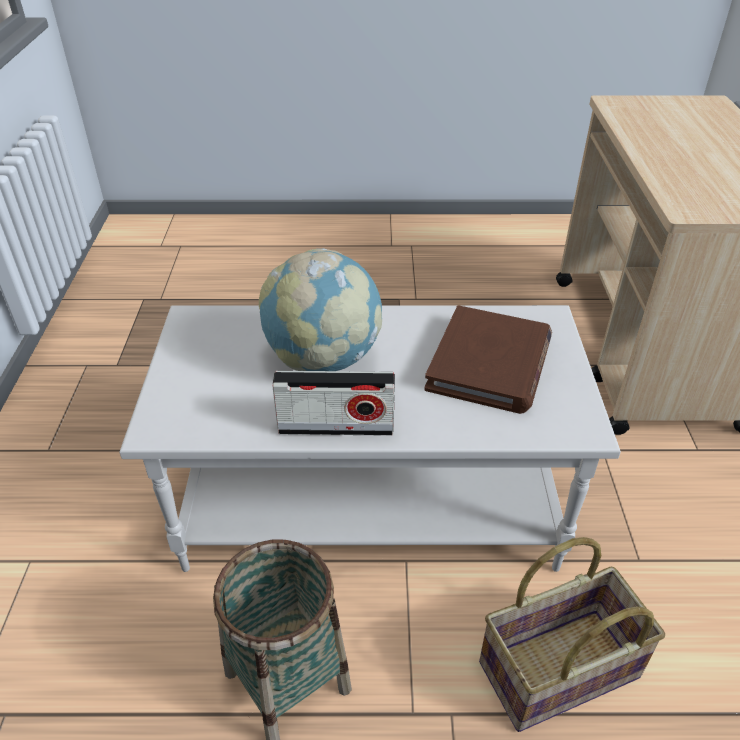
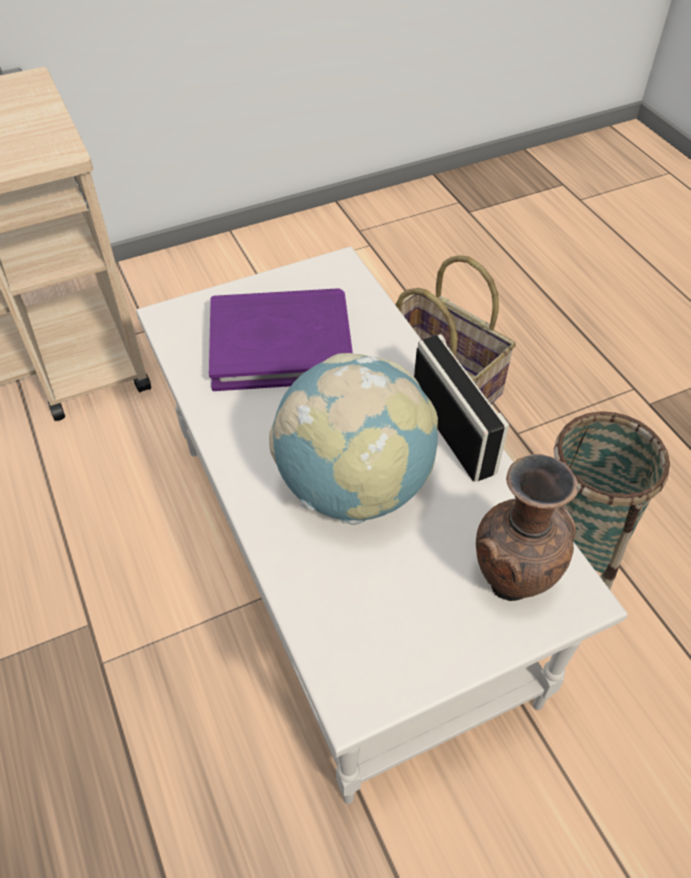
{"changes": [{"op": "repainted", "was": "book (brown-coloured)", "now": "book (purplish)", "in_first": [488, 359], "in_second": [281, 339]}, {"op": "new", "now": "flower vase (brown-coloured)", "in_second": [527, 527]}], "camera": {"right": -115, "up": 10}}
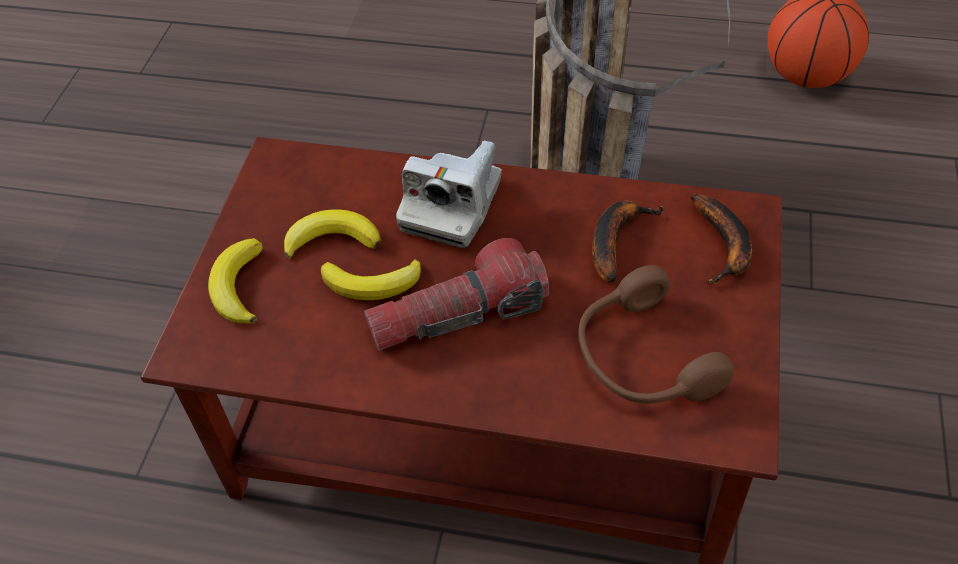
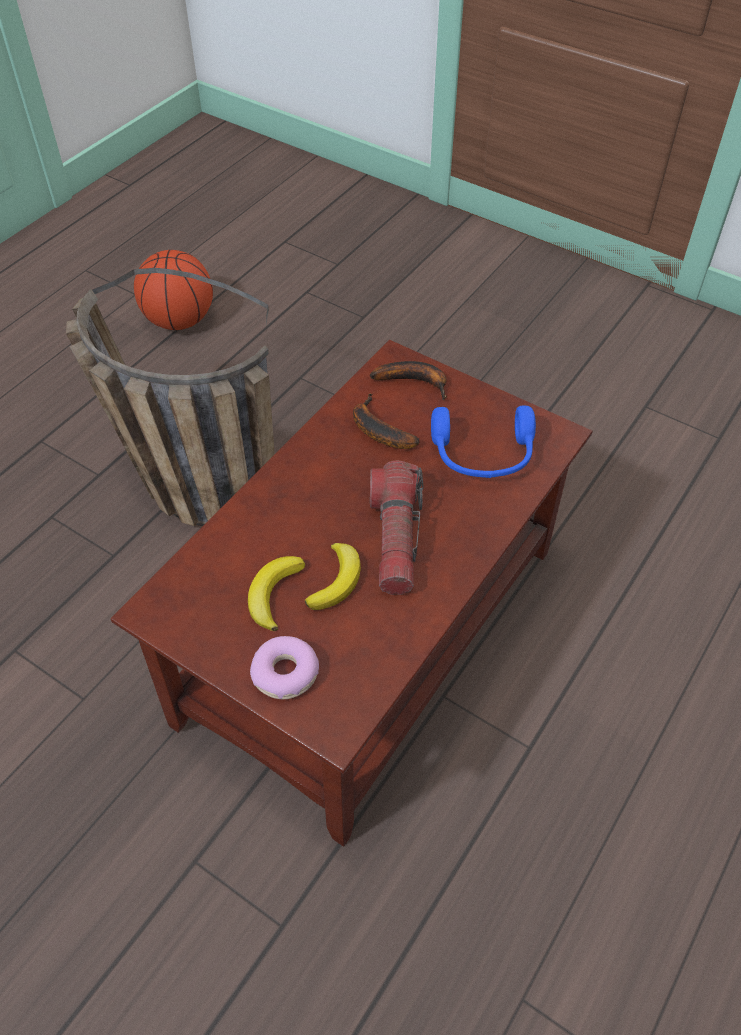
{"changes": [{"op": "swapped", "was": "banana fruit", "now": "doughnut", "in_first": [235, 281], "in_second": [284, 667]}, {"op": "repainted", "was": "headset (brown-coloured)", "now": "headset (blue-coloured)", "in_first": [656, 334], "in_second": [483, 442]}, {"op": "gone", "was": "still camera", "in_first": [449, 194]}], "camera": {"right": -70, "up": 0}}
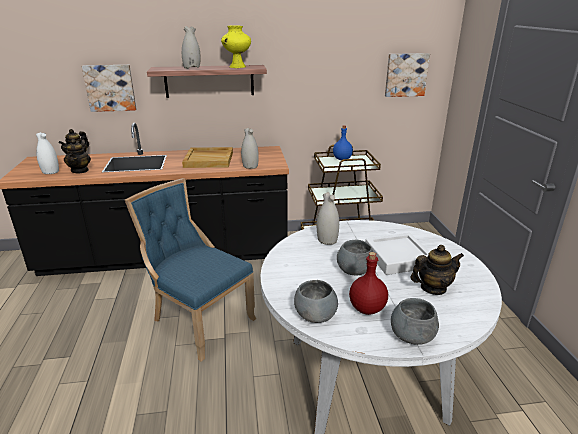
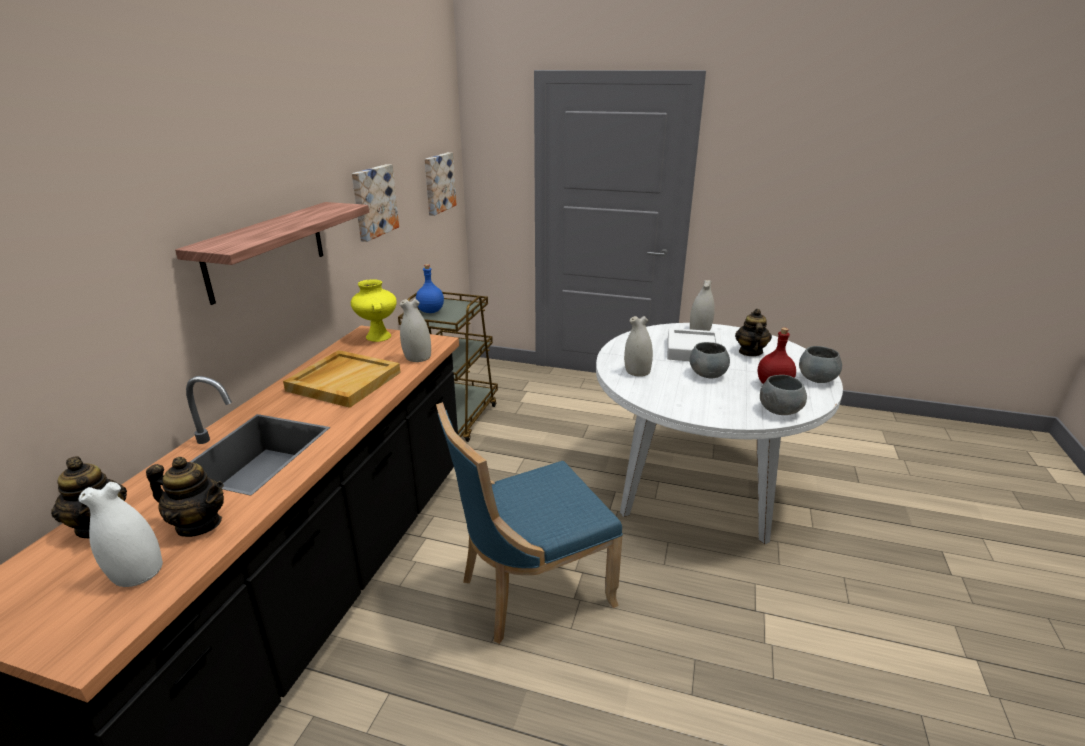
{"changes": [{"op": "shifted", "was": "flower vase (yellowish)", "in_first": [236, 47], "in_second": [374, 310]}, {"op": "shifted", "was": "picture", "in_first": [109, 88], "in_second": [375, 203]}, {"op": "shifted", "was": "flower vase (white-coloured)", "in_first": [191, 47], "in_second": [702, 305]}], "camera": {"right": -65, "up": 0}}
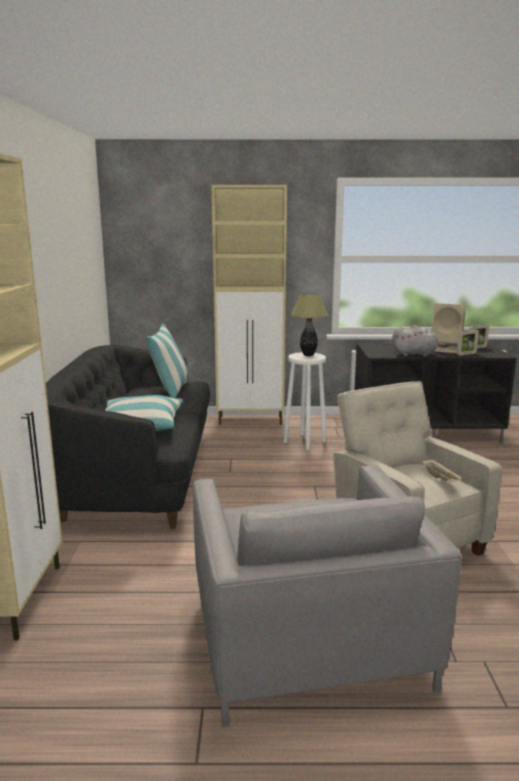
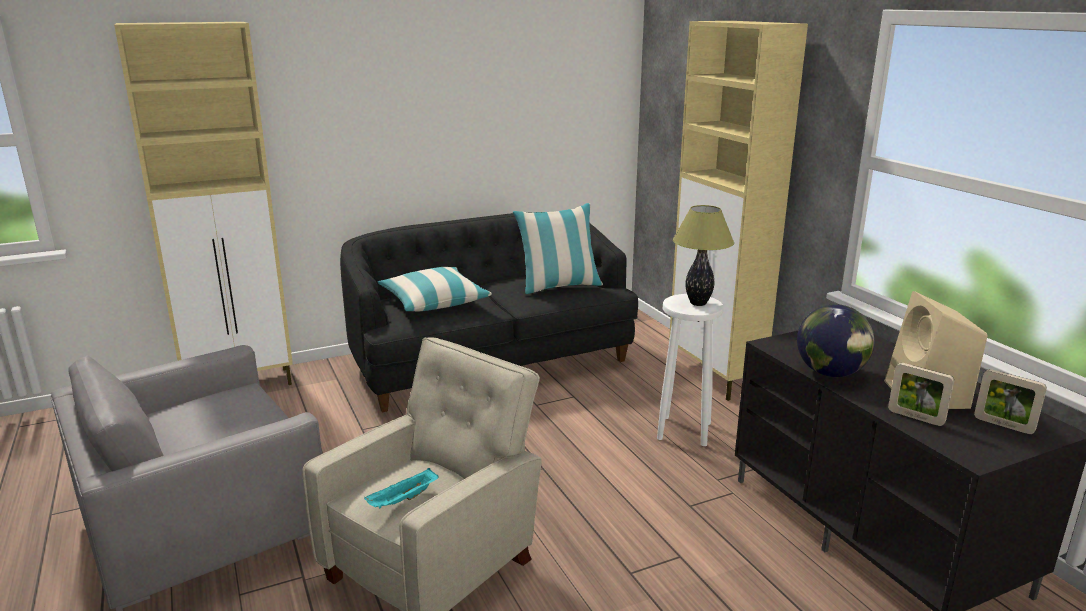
{"changes": [{"op": "repainted", "was": "carrying tray (beige)", "now": "carrying tray (blue-green)", "in_first": [442, 470], "in_second": [401, 488]}, {"op": "swapped", "was": "soft toy (grey)", "now": "world globe", "in_first": [420, 341], "in_second": [836, 340]}], "camera": {"right": 65, "up": 5}}
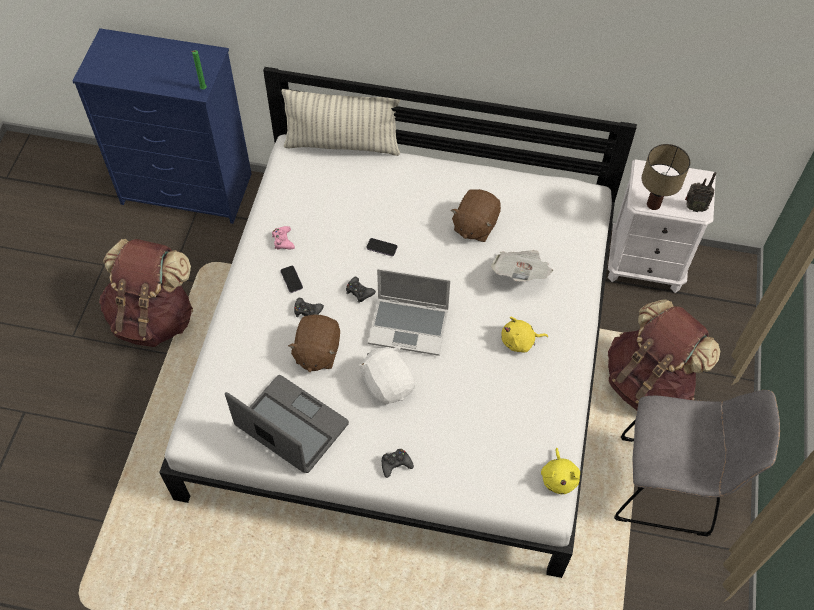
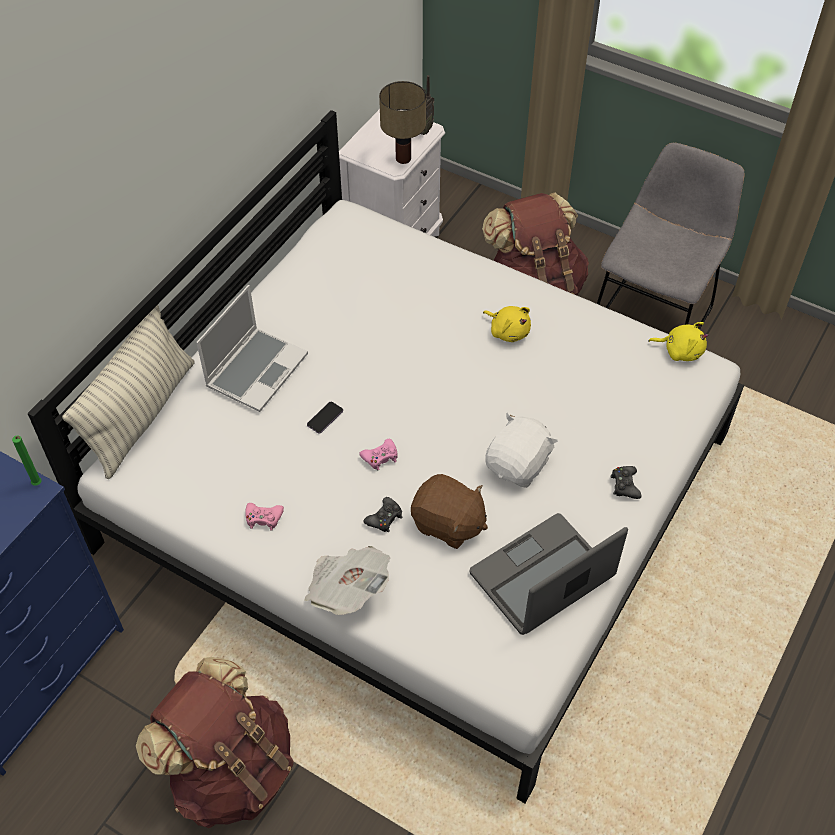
{"changes": [{"op": "shifted", "was": "notebook computer", "in_first": [409, 312], "in_second": [252, 348]}, {"op": "shifted", "was": "printed paper", "in_first": [522, 265], "in_second": [347, 580]}, {"op": "repainted", "was": "joypad (blackish)", "now": "joypad (pink)", "in_first": [361, 290], "in_second": [378, 455]}, {"op": "rotated", "was": "soft toy (yellowish)", "in_first": [524, 335], "in_second": [507, 324], "clockwise": -60}, {"op": "rotated", "was": "soft toy (white-coloured)", "in_first": [386, 375], "in_second": [521, 450], "clockwise": 135}, {"op": "gone", "was": "phone", "in_first": [291, 279]}, {"op": "gone", "was": "soft toy (brown-coloured)", "in_first": [476, 215]}], "camera": {"right": -70, "up": -5}}
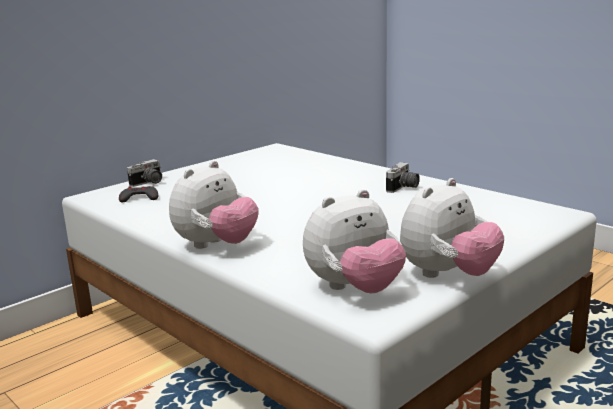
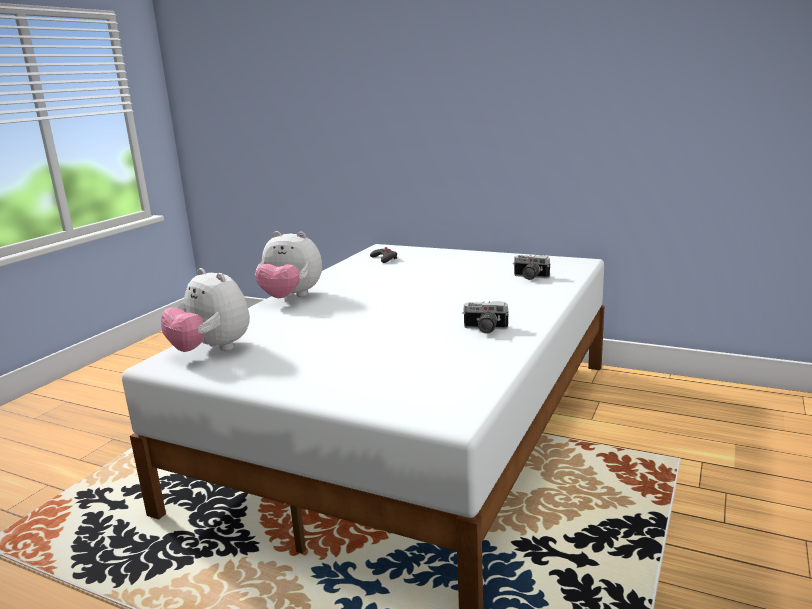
{"changes": [{"op": "shifted", "was": "still camera", "in_first": [144, 173], "in_second": [532, 267]}, {"op": "gone", "was": "soft toy", "in_first": [452, 228]}], "camera": {"right": 70, "up": 0}}
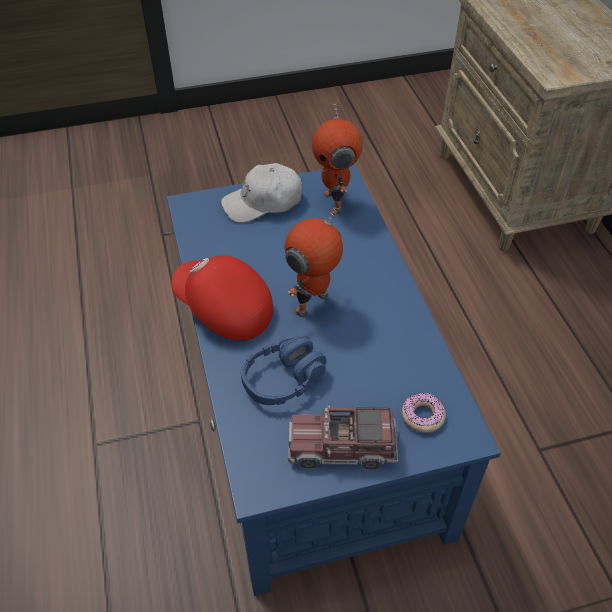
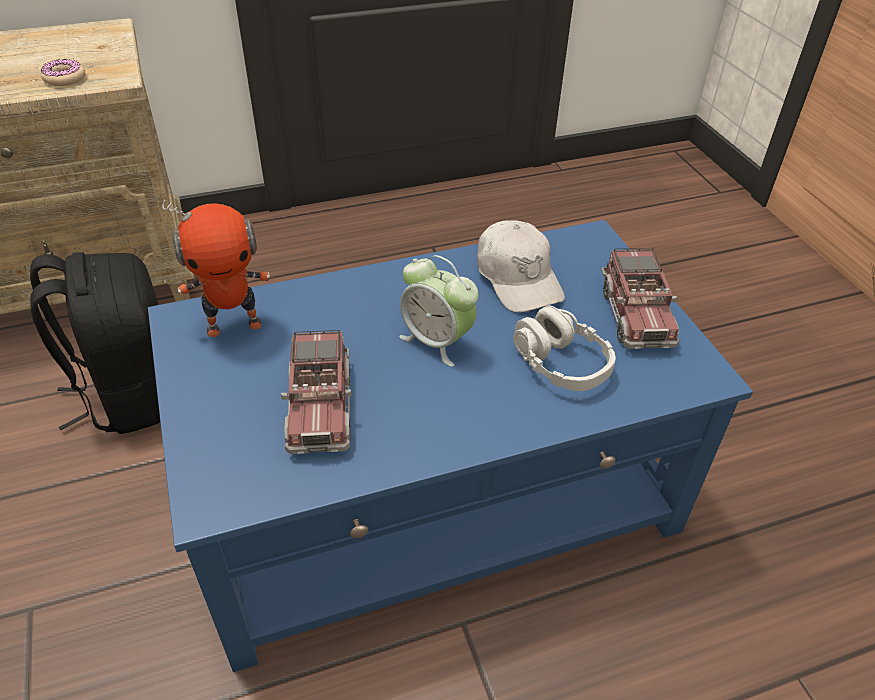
{"changes": [{"op": "new", "now": "backpack (blackish)", "in_second": [95, 343]}, {"op": "shifted", "was": "doughnut", "in_first": [424, 413], "in_second": [63, 72]}, {"op": "new", "now": "toy truck", "in_second": [316, 392]}, {"op": "swapped", "was": "toy robot", "now": "alarm clock", "in_first": [314, 262], "in_second": [439, 311]}, {"op": "shifted", "was": "peaked cap (white-coloured)", "in_first": [261, 193], "in_second": [521, 267]}, {"op": "repainted", "was": "headset (blue-coloured)", "now": "headset (grey)", "in_first": [284, 370], "in_second": [564, 348]}, {"op": "gone", "was": "peaked cap (red-coloured)", "in_first": [222, 298]}], "camera": {"right": -95, "up": -5}}
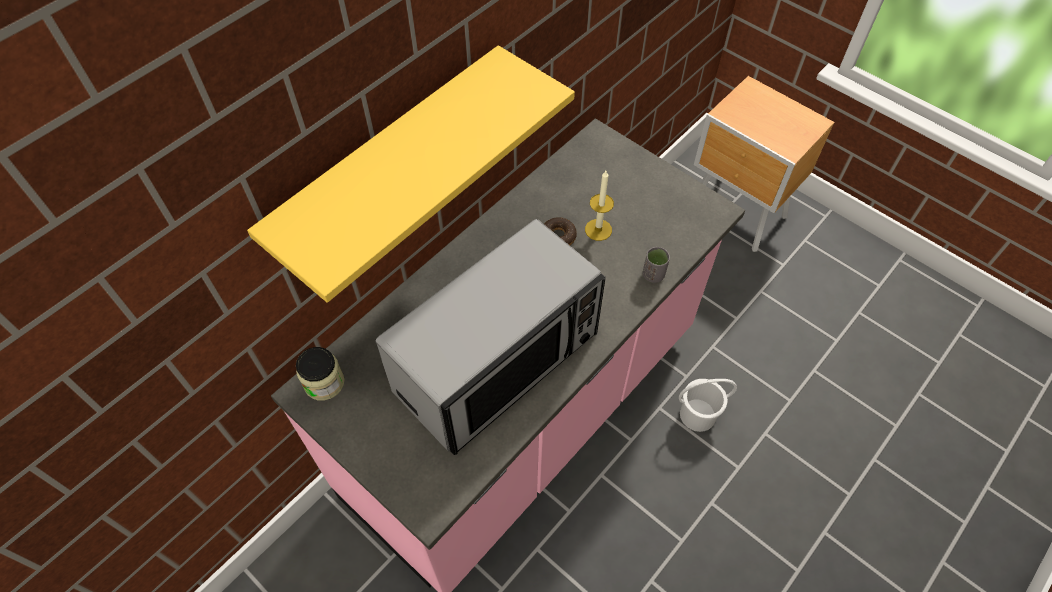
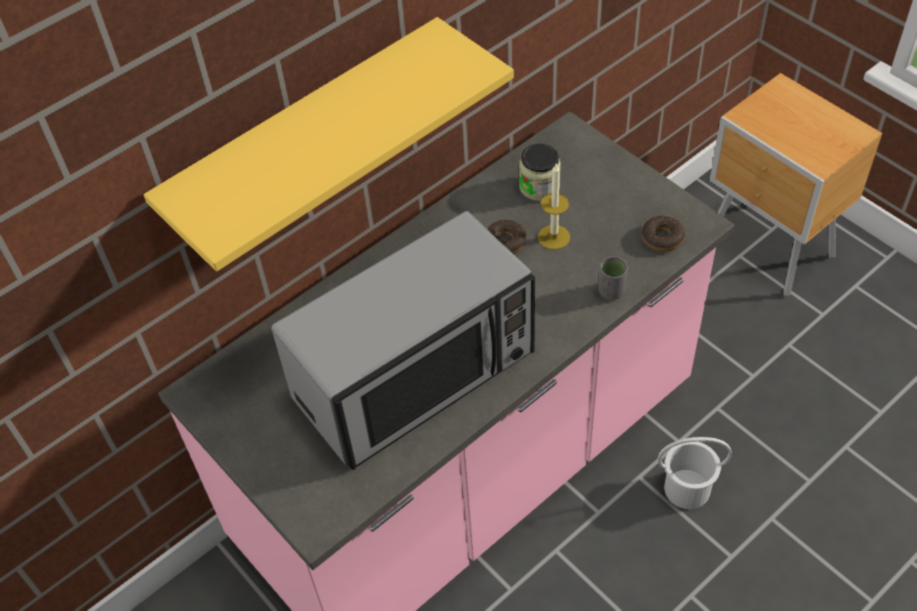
{"changes": [{"op": "shifted", "was": "storage jar", "in_first": [320, 374], "in_second": [540, 172]}, {"op": "new", "now": "doughnut", "in_second": [663, 234]}], "camera": {"right": 10, "up": -5}}
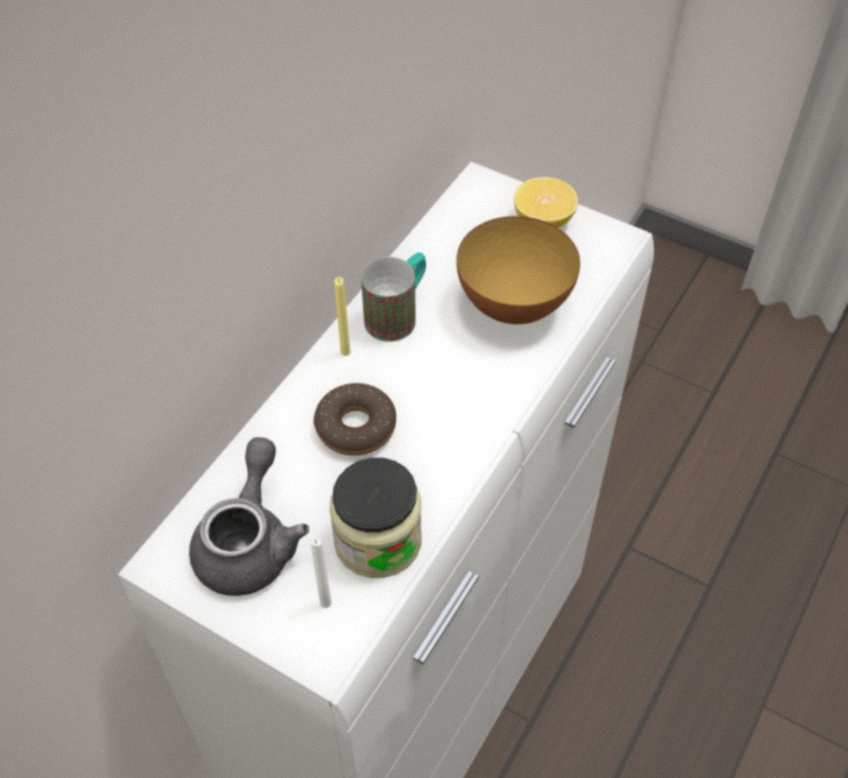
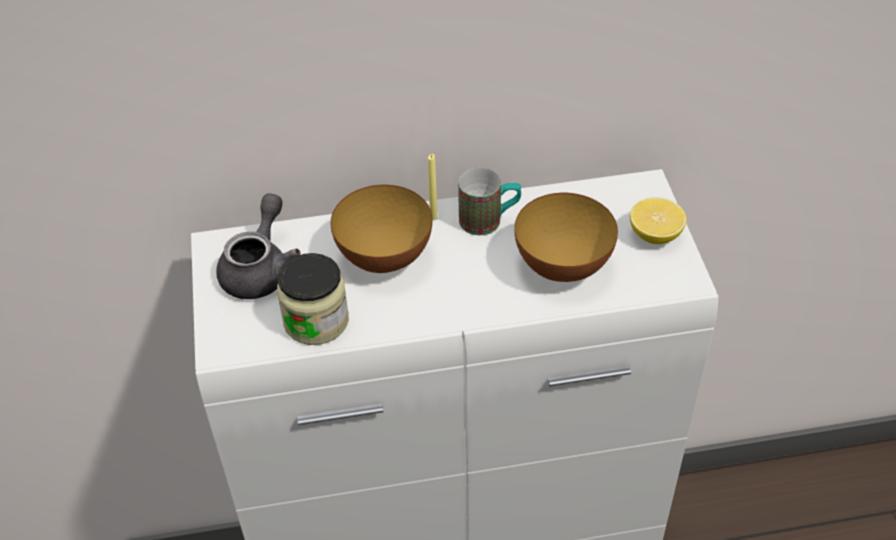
{"changes": [{"op": "rotated", "was": "tea pot (grey)", "in_first": [249, 516], "in_second": [258, 246], "clockwise": -45}, {"op": "swapped", "was": "doughnut", "now": "deep dish", "in_first": [355, 419], "in_second": [381, 229]}, {"op": "gone", "was": "candle (white-coloured)", "in_first": [321, 573]}], "camera": {"right": 50, "up": -5}}
